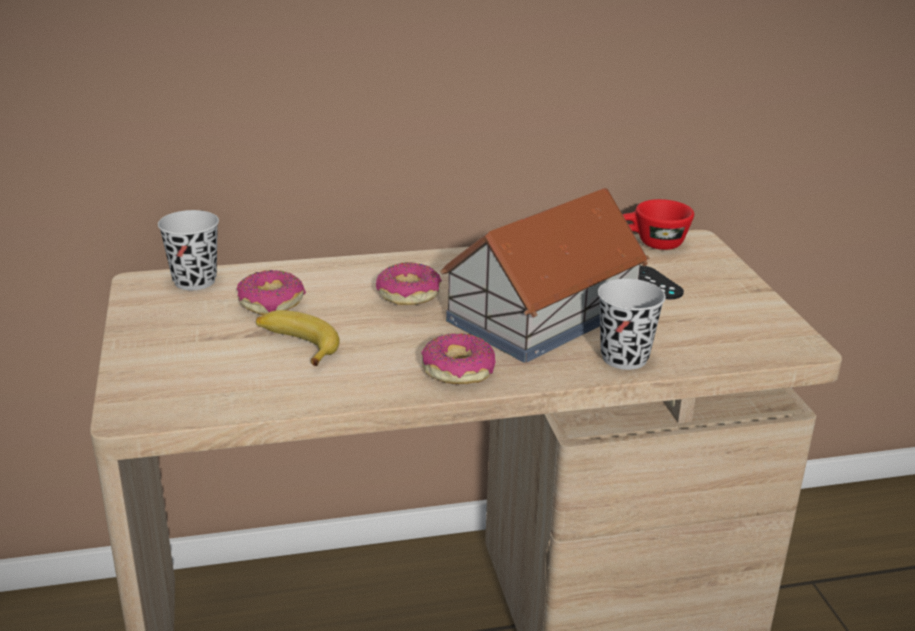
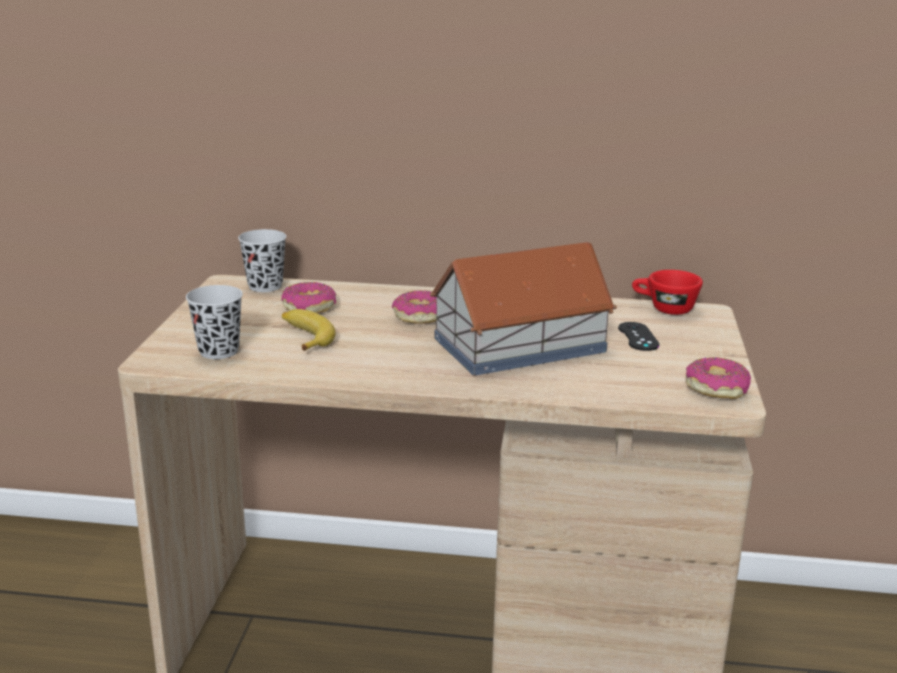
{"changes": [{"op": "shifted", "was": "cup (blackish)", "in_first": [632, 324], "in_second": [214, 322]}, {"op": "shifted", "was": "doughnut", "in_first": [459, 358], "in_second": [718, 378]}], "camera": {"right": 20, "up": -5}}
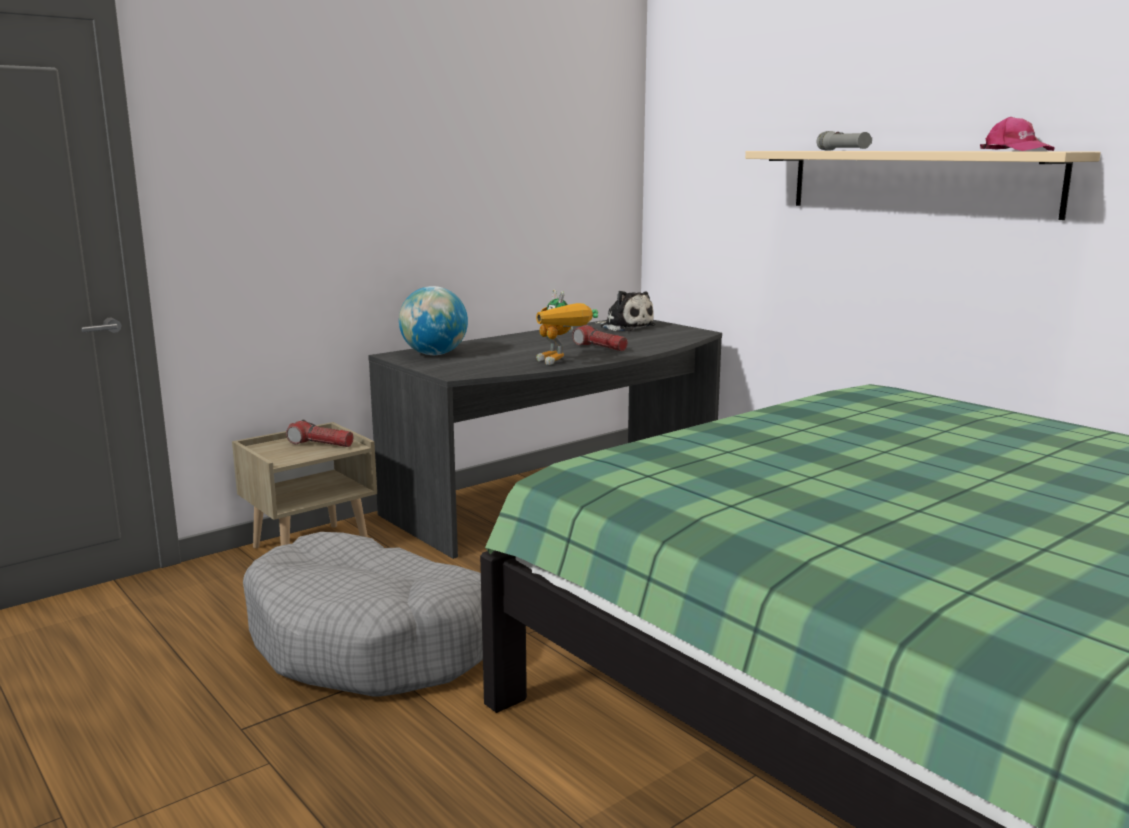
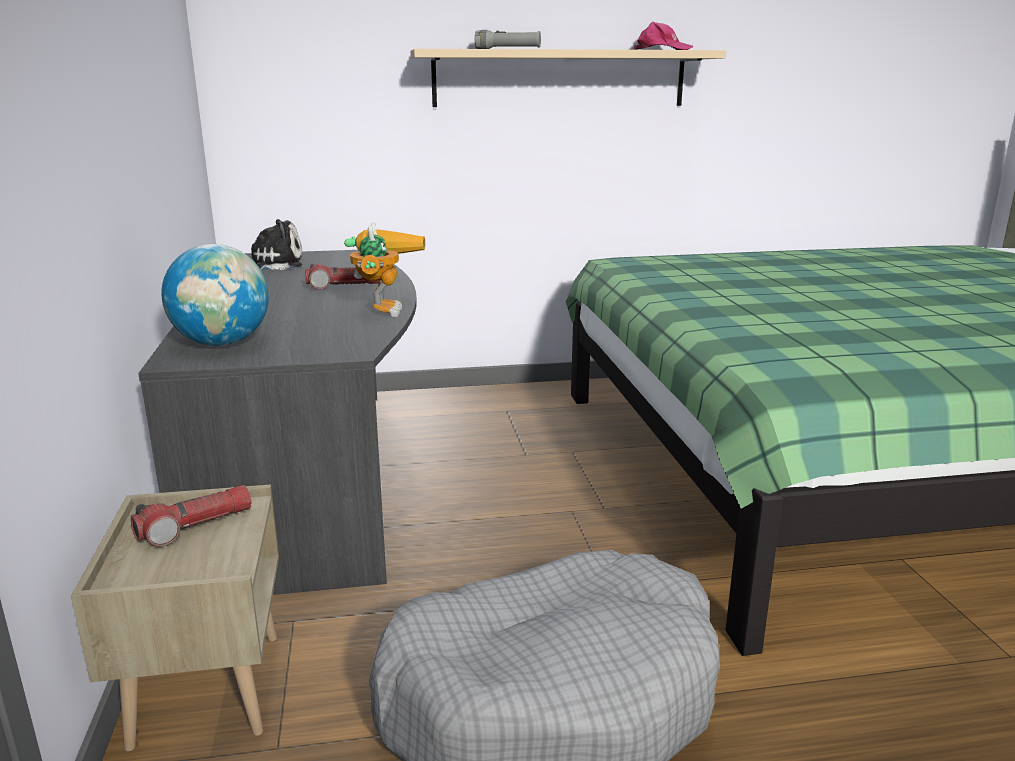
{"changes": [{"op": "rotated", "was": "toy robot", "in_first": [567, 327], "in_second": [384, 269], "clockwise": -90}], "camera": {"right": -60, "up": 5}}
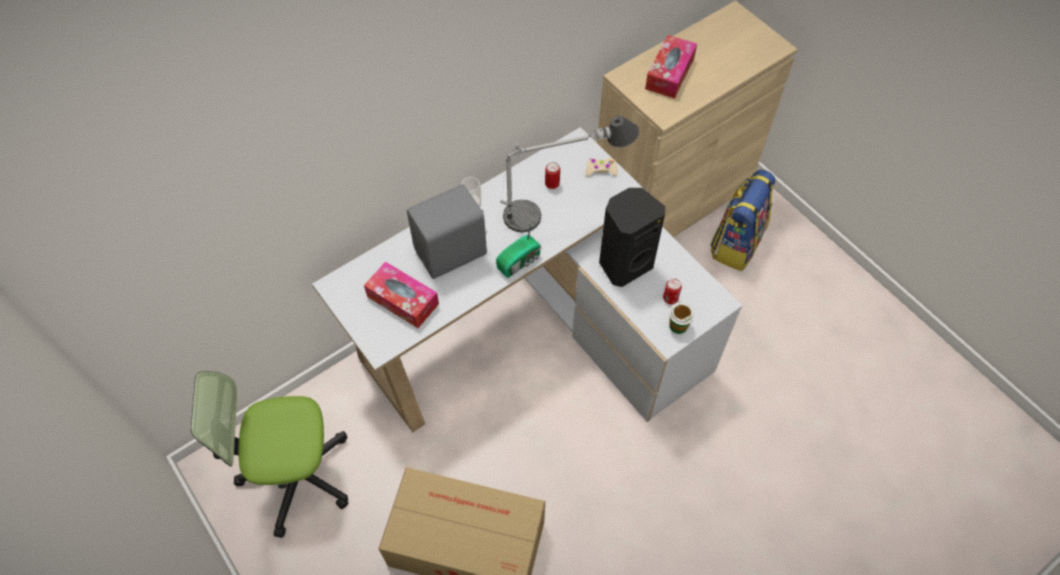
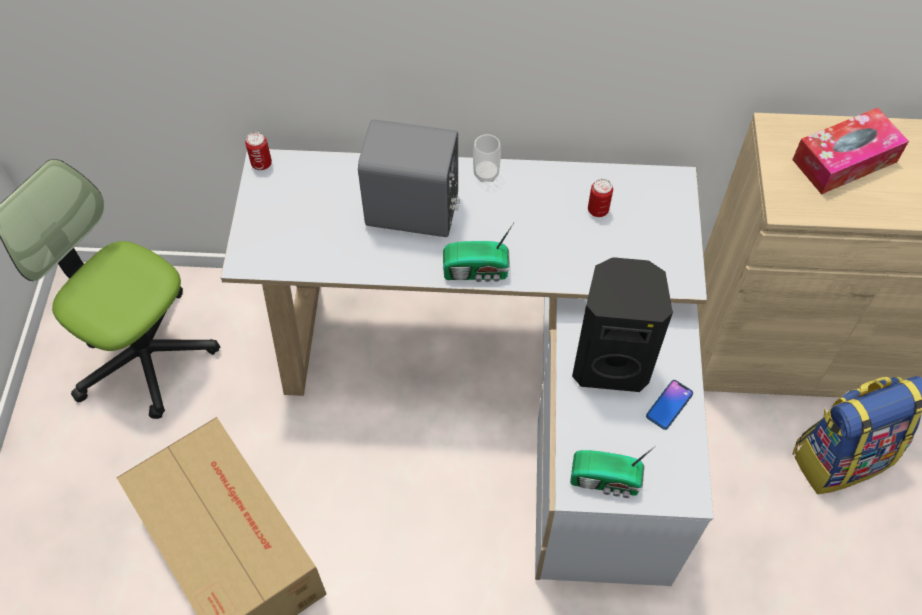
{"changes": [{"op": "shifted", "was": "metal can", "in_first": [672, 291], "in_second": [258, 151]}, {"op": "swapped", "was": "cup", "now": "radio", "in_first": [682, 318], "in_second": [613, 472]}, {"op": "new", "now": "phone", "in_second": [669, 405]}, {"op": "gone", "was": "box of tissues", "in_first": [401, 294]}, {"op": "gone", "was": "lamp for a table", "in_first": [569, 174]}, {"op": "gone", "was": "joypad (beige)", "in_first": [602, 167]}], "camera": {"right": 40, "up": 0}}
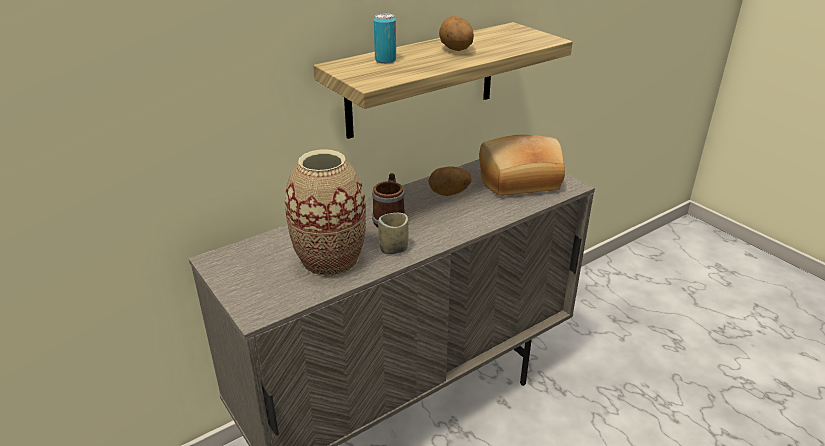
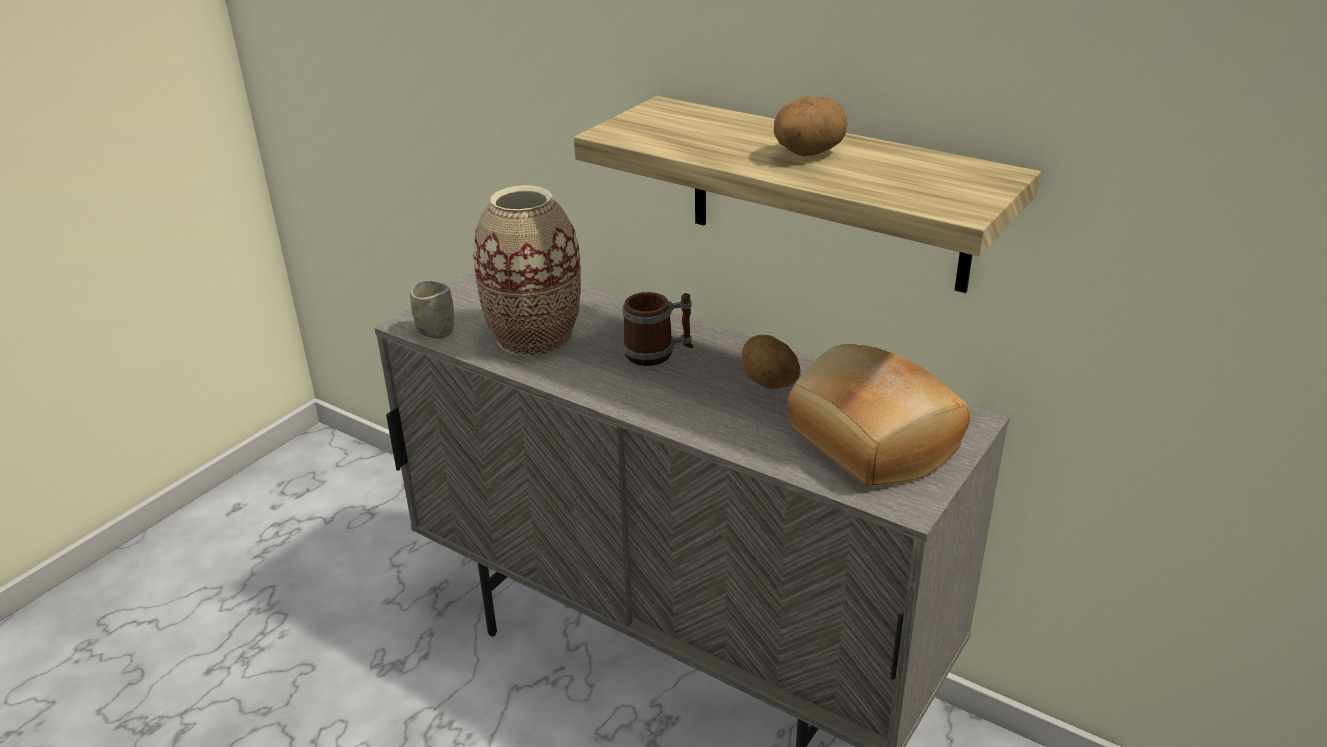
{"changes": [{"op": "shifted", "was": "cup", "in_first": [393, 233], "in_second": [432, 309]}, {"op": "gone", "was": "metal can", "in_first": [385, 38]}], "camera": {"right": 70, "up": 0}}
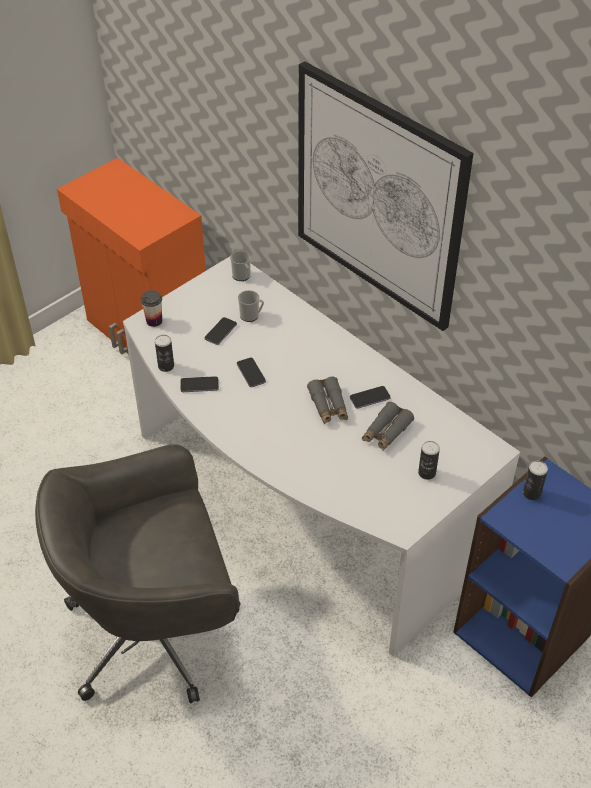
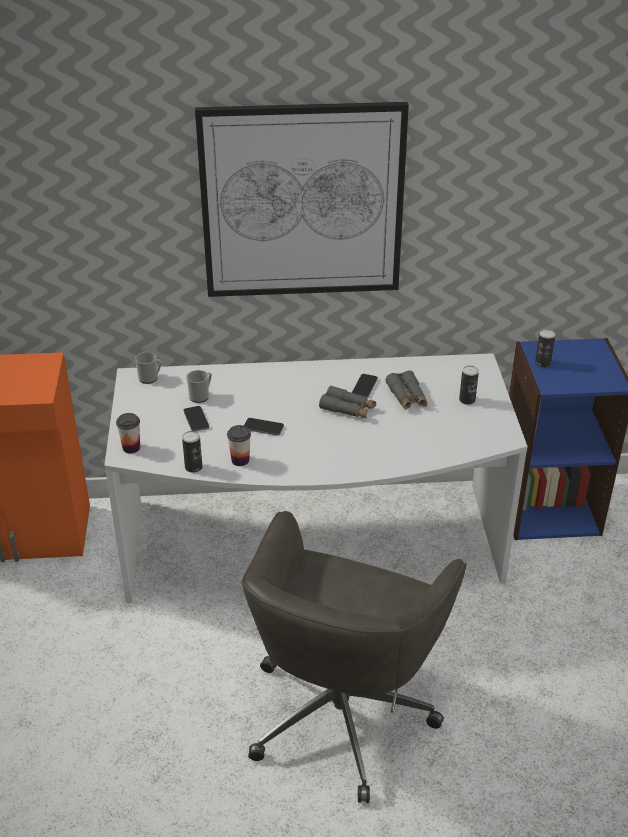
{"changes": [{"op": "swapped", "was": "phone", "now": "cup", "in_first": [199, 384], "in_second": [239, 445]}], "camera": {"right": -50, "up": -10}}
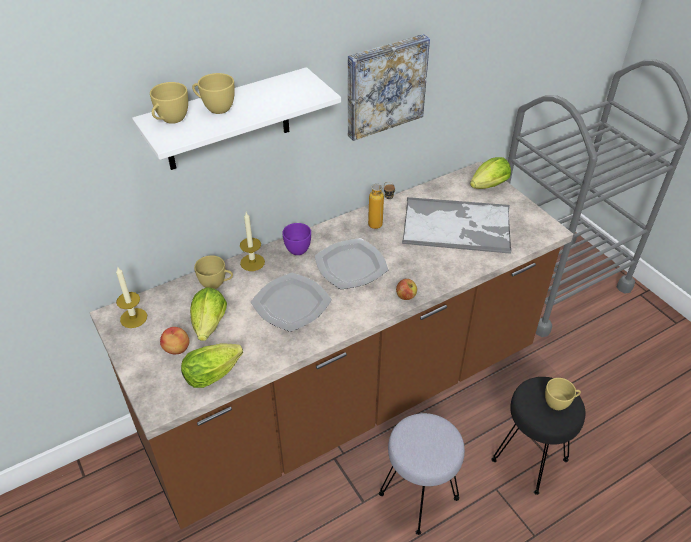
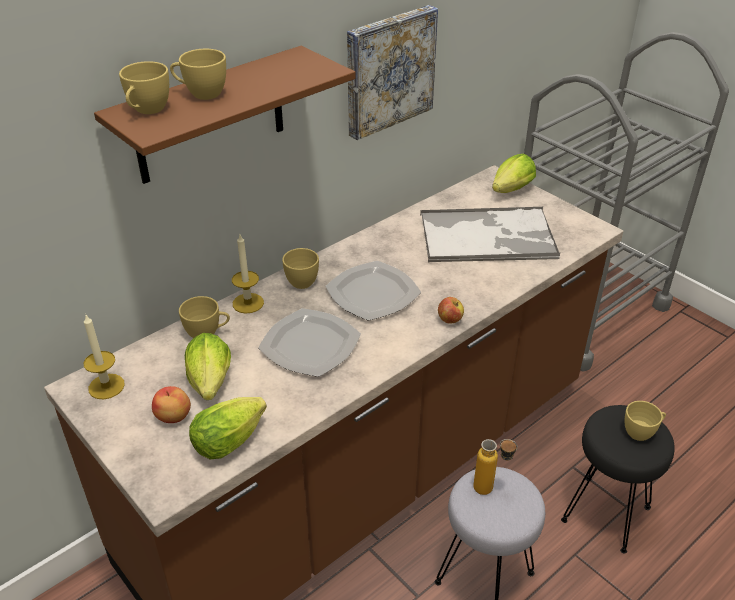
{"changes": [{"op": "repainted", "was": "shelf (white-coloured)", "now": "shelf (brown-coloured)", "in_first": [236, 118], "in_second": [224, 115]}, {"op": "repainted", "was": "cup (purplish)", "now": "cup (yellowish)", "in_first": [296, 239], "in_second": [300, 268]}, {"op": "shifted", "was": "bottle", "in_first": [381, 205], "in_second": [495, 467]}], "camera": {"right": -10, "up": -5}}
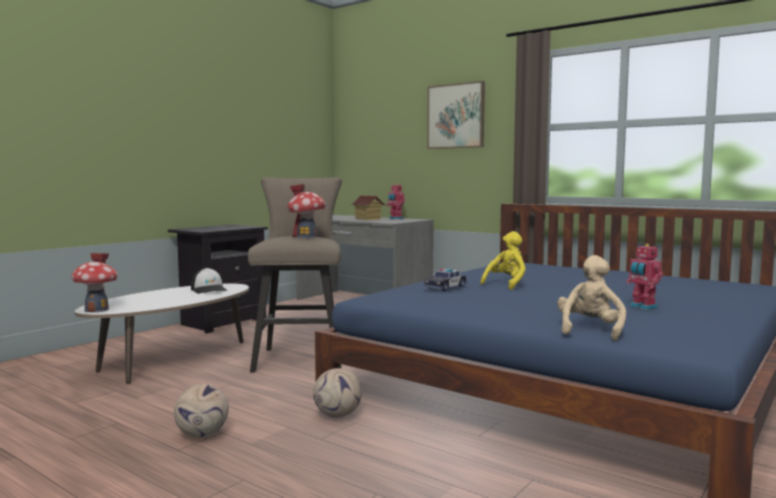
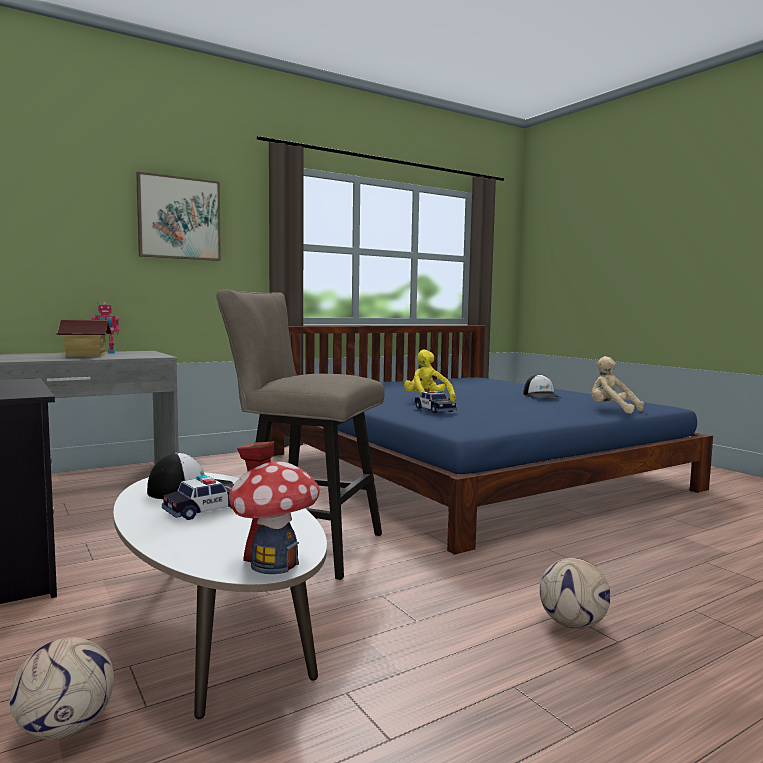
{"changes": [{"op": "shifted", "was": "football", "in_first": [337, 392], "in_second": [62, 688]}, {"op": "new", "now": "model car", "in_second": [198, 497]}, {"op": "swapped", "was": "toy robot", "now": "peaked cap", "in_first": [644, 276], "in_second": [542, 386]}, {"op": "gone", "was": "toy house", "in_first": [306, 211]}], "camera": {"right": -70, "up": 0}}
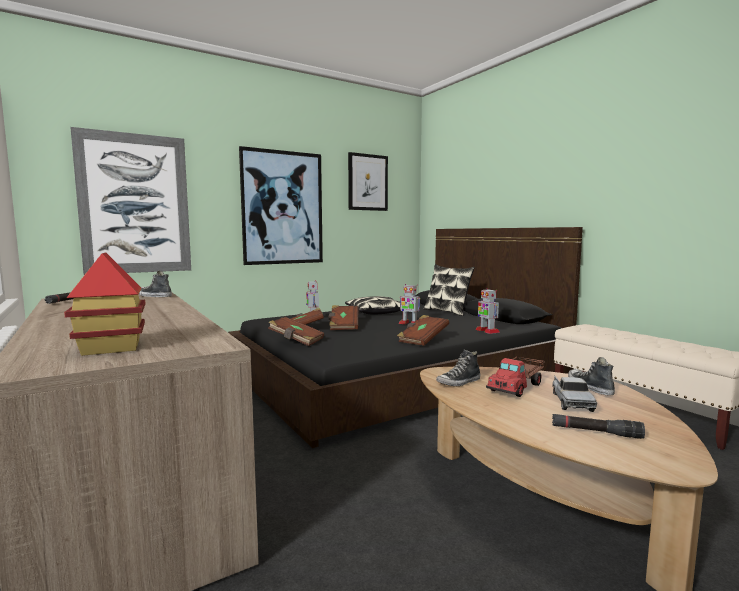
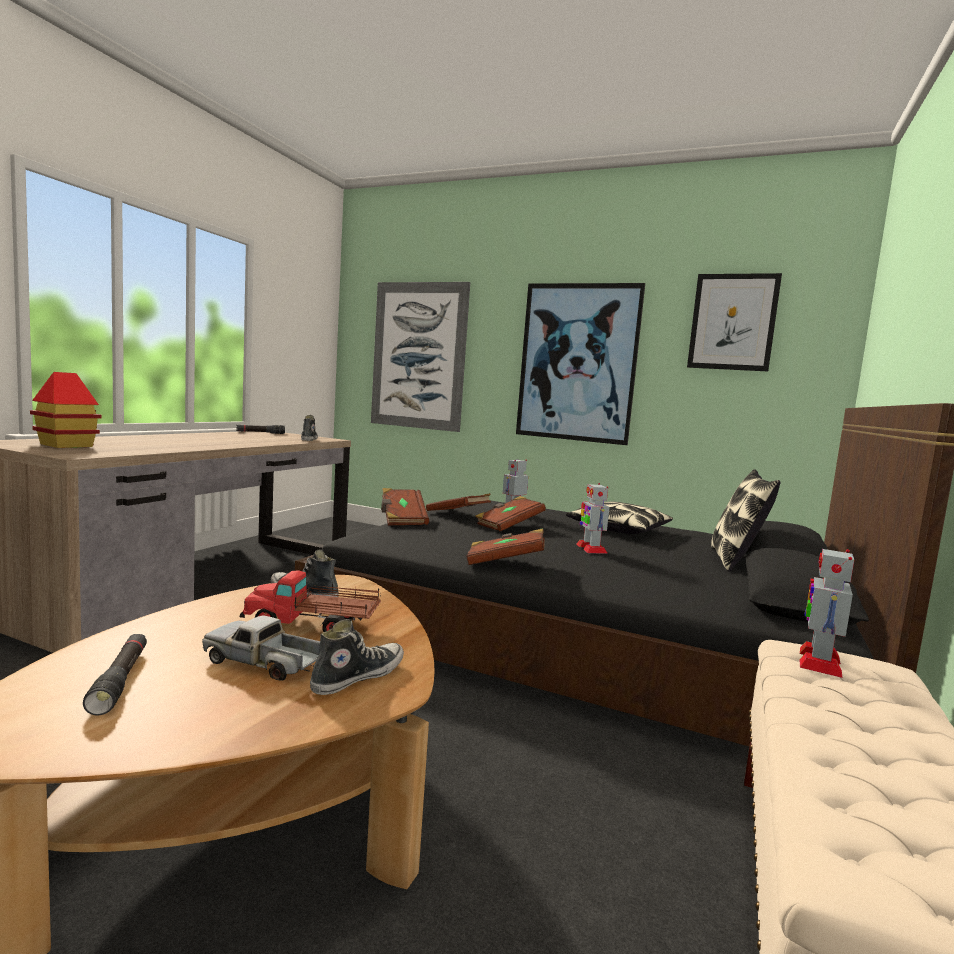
{"changes": [{"op": "rotated", "was": "toy truck", "in_first": [574, 394], "in_second": [261, 648], "clockwise": 45}, {"op": "shifted", "was": "toy robot", "in_first": [487, 311], "in_second": [827, 613]}], "camera": {"right": 55, "up": 0}}
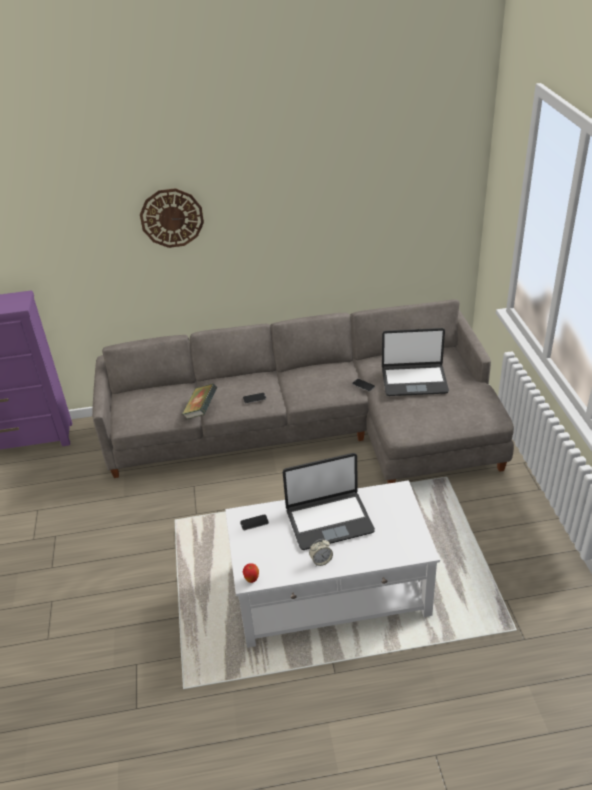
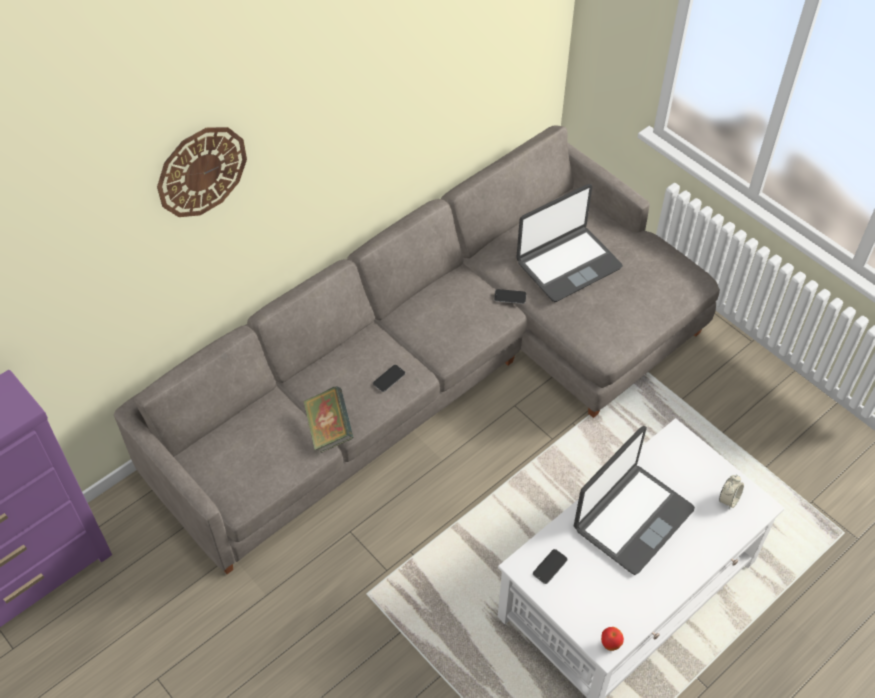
{"changes": [{"op": "shifted", "was": "alarm clock", "in_first": [321, 552], "in_second": [731, 492]}], "camera": {"right": -35, "up": 15}}
